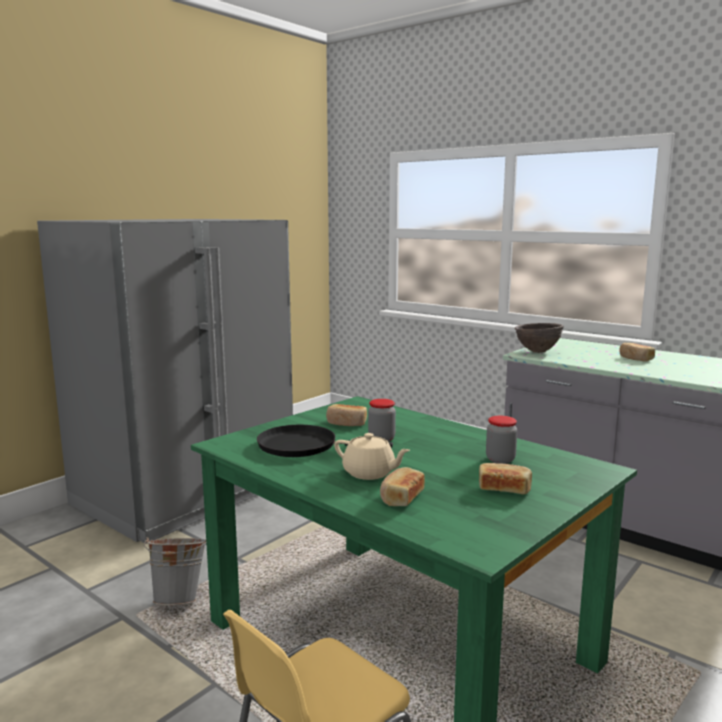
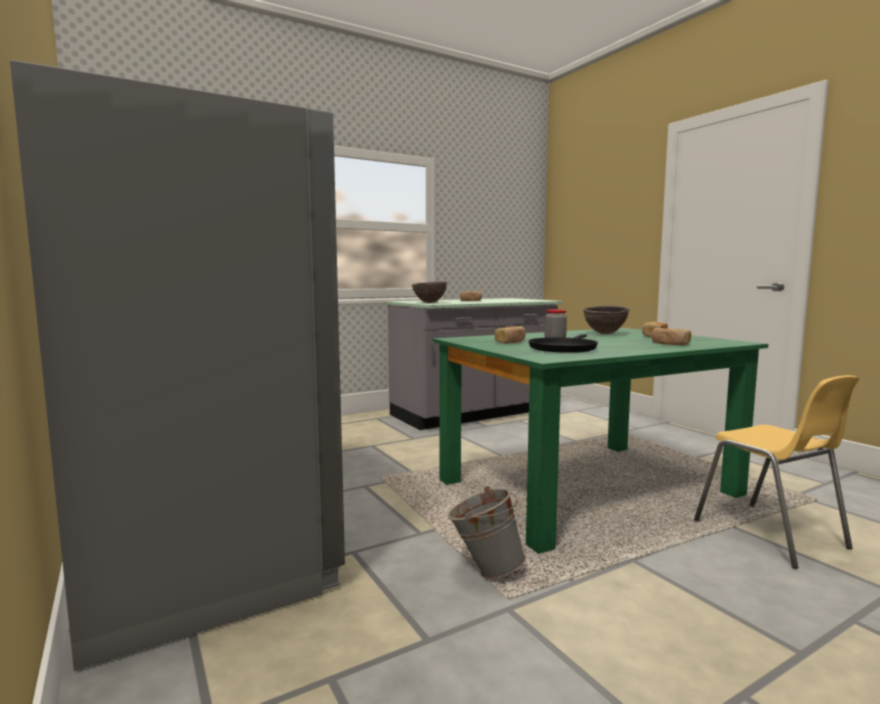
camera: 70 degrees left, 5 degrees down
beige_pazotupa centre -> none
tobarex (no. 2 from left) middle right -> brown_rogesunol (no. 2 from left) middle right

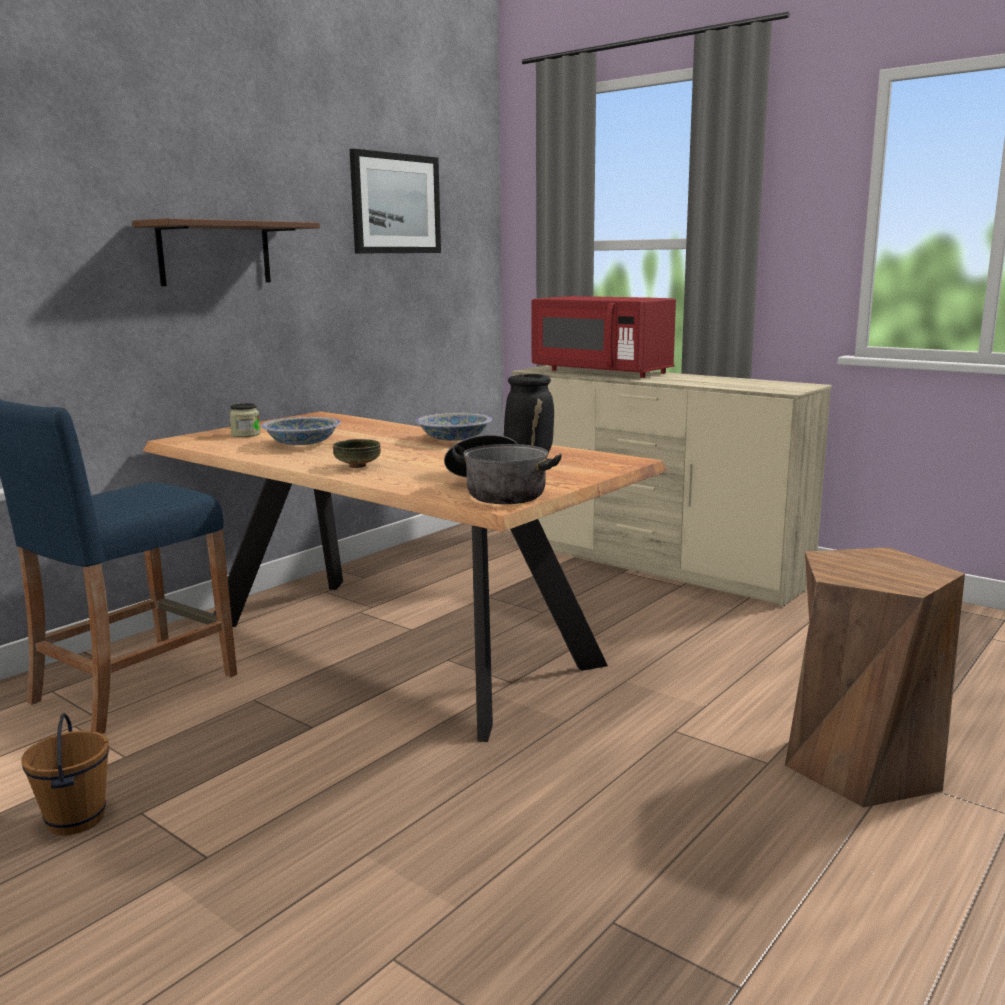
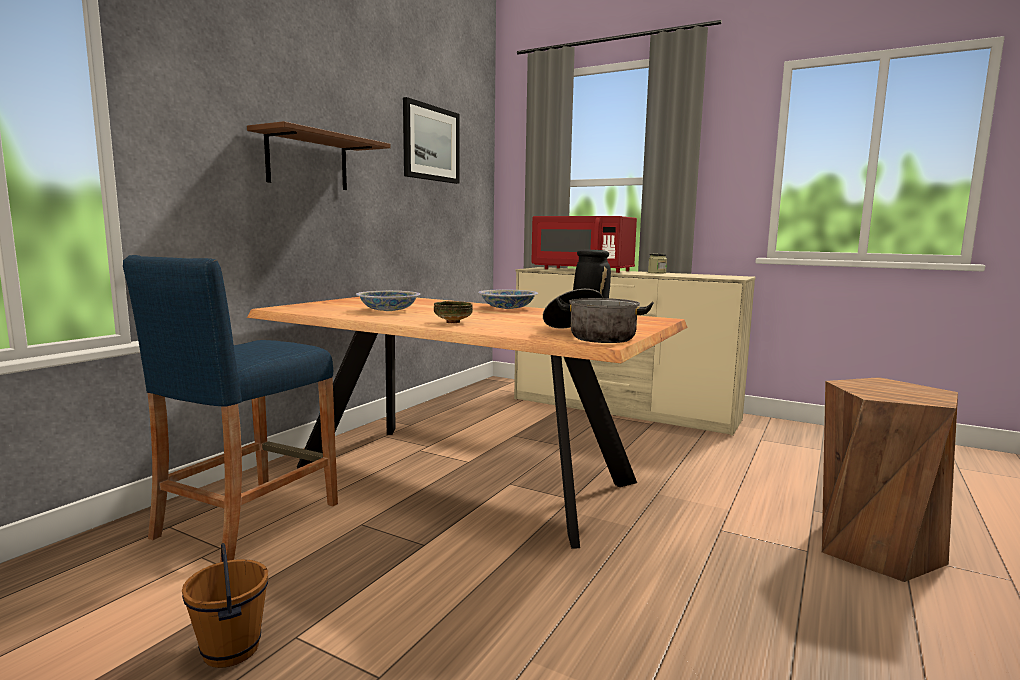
camera: 10 degrees left, 5 degrees down
tobarex middle left -> tobarex centre, shifted

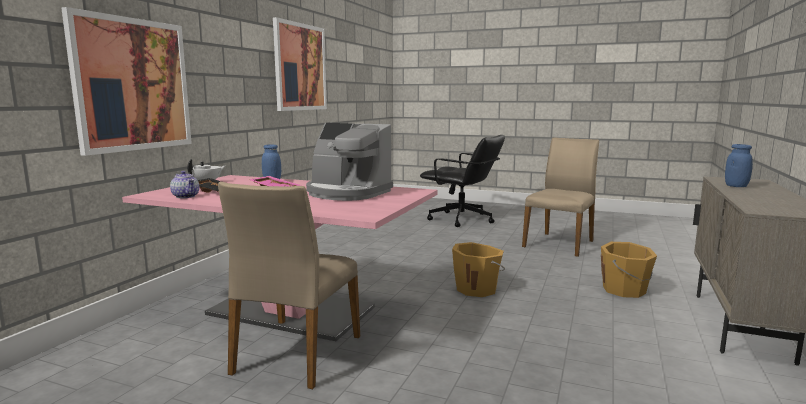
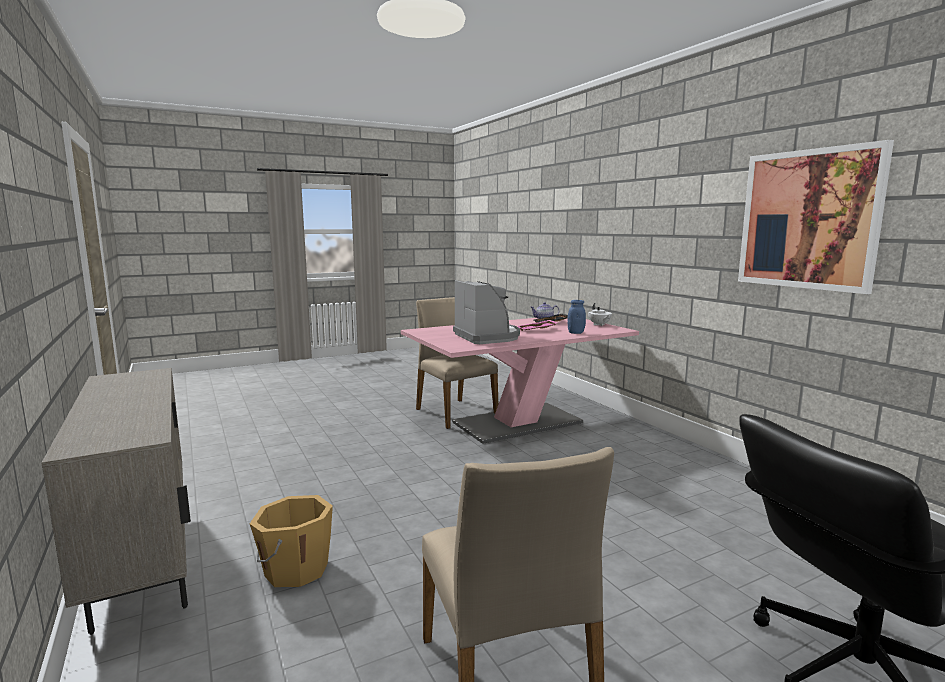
camera: 130 degrees right, 0 degrees up
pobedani (no. 1 from left) top left -> none
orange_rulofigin (no. 1 from left) centre -> none
blue_tobarex (no. 2 from left) middle right -> none
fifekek centre, 90 degrees clockwise

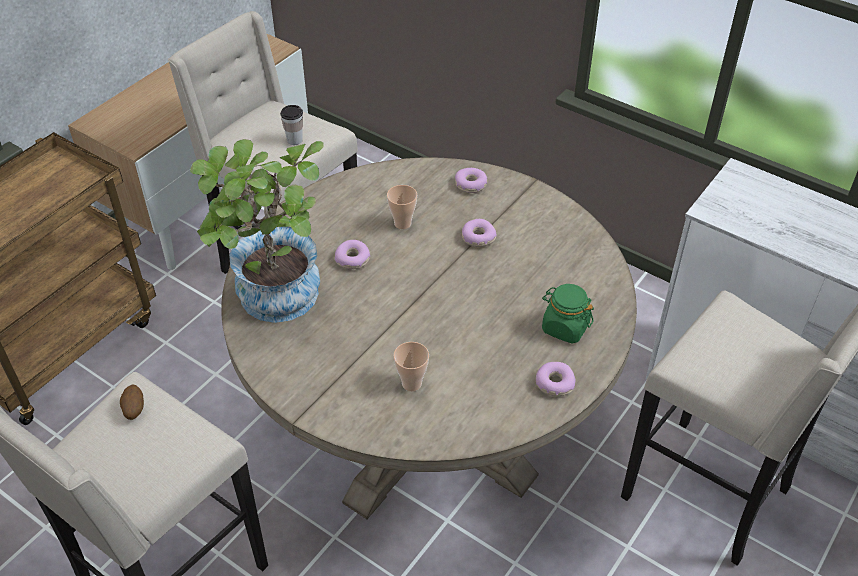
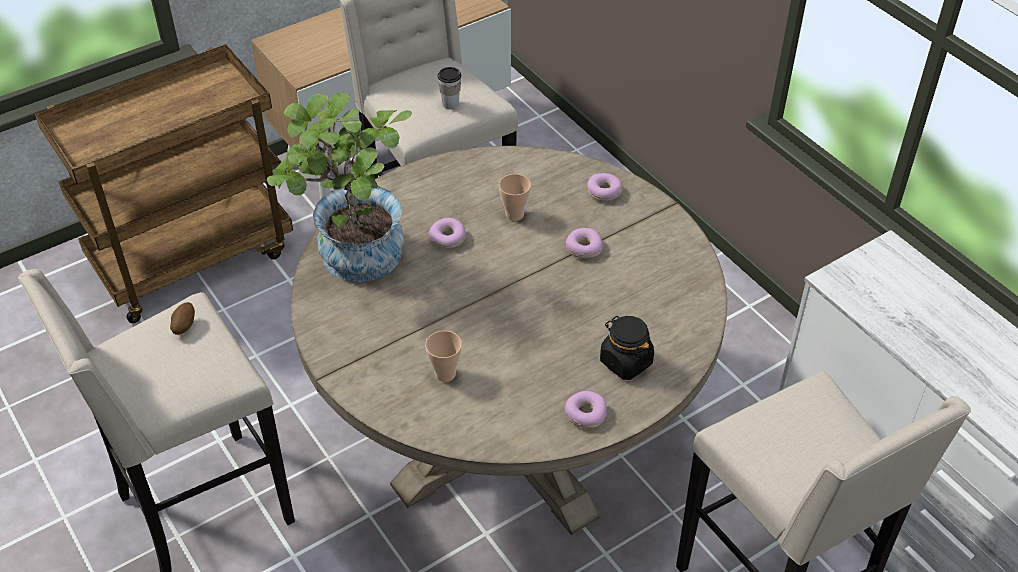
camera: 20 degrees right, 0 degrees up
green_tobarex centre -> black_tobarex centre

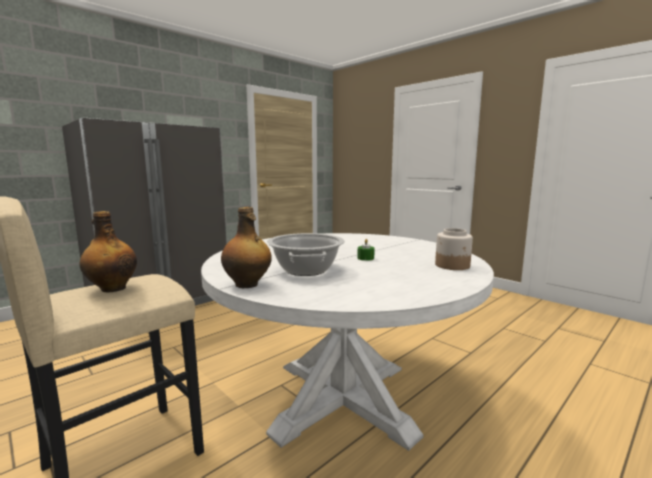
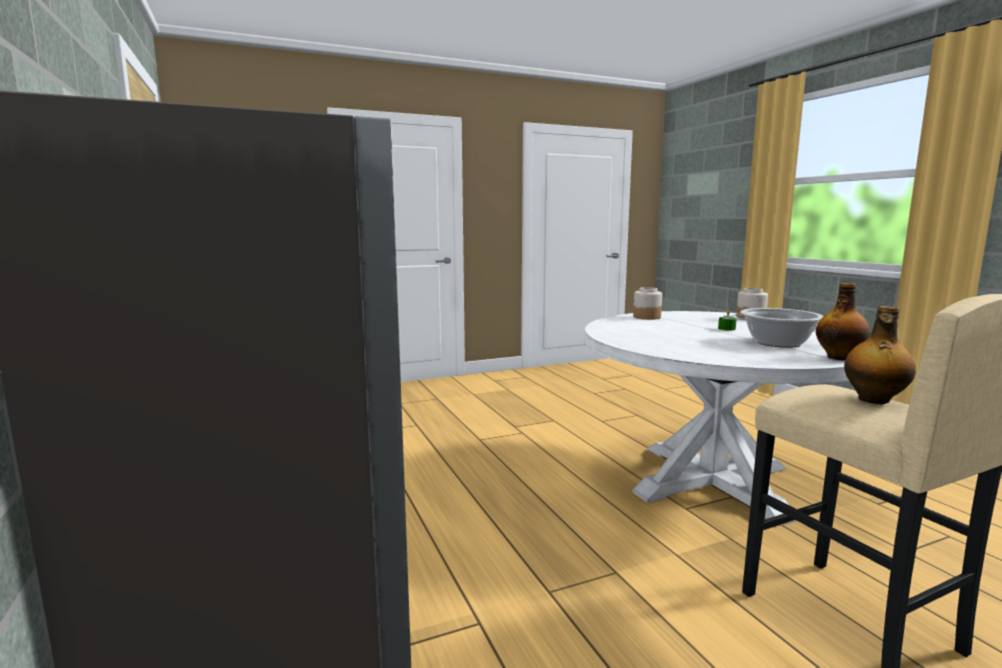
camera: 70 degrees left, 0 degrees up
none -> tobarex (no. 1 from left) centre

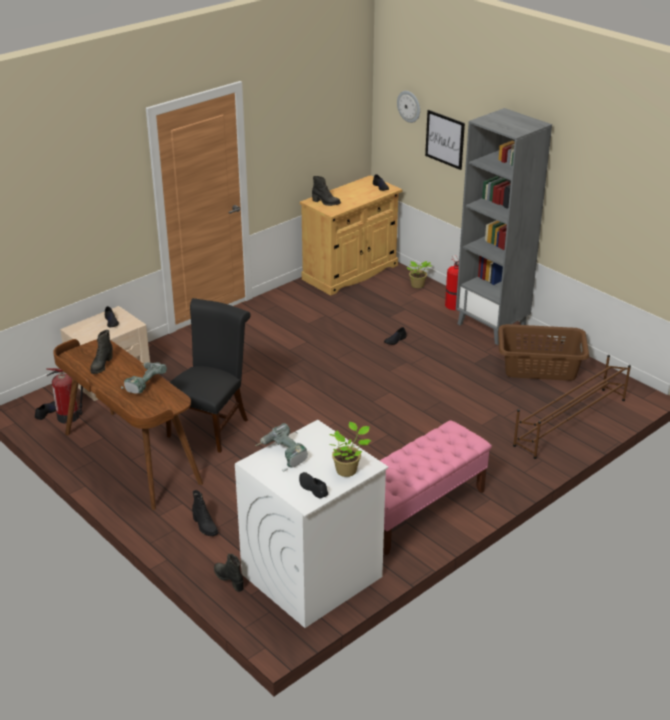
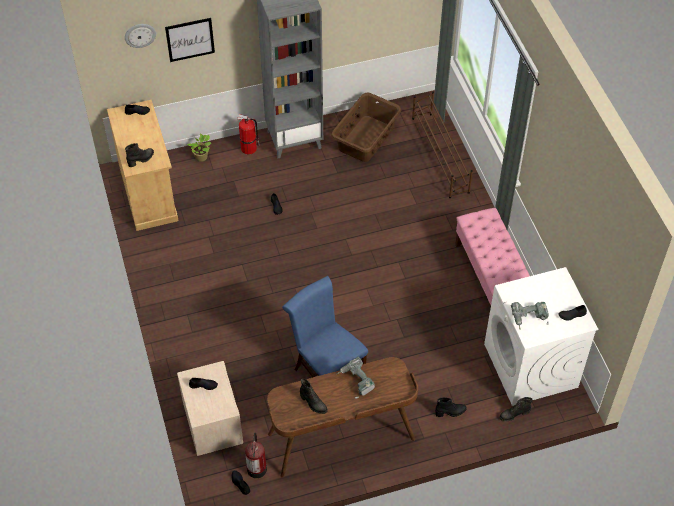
camera: 65 degrees left, 20 degrees up
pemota (no. 1 from left) centre -> none
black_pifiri middle left -> blue_pifiri centre

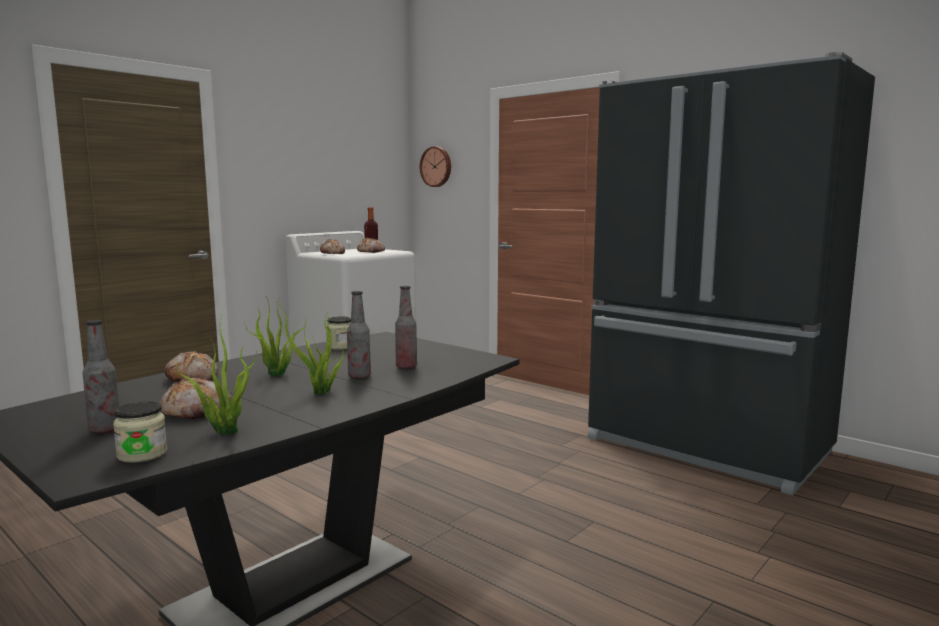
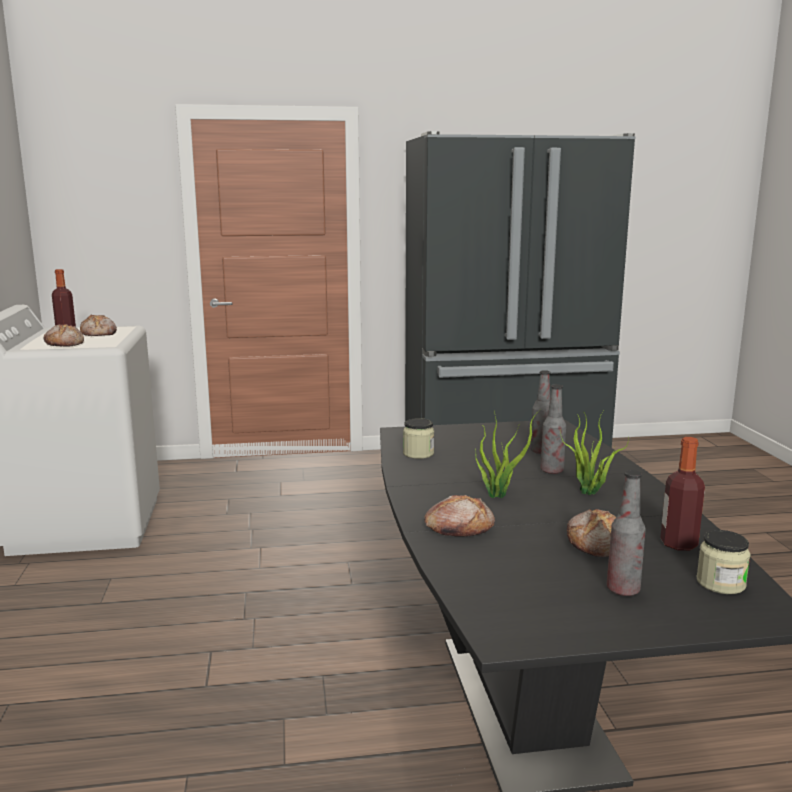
camera: 50 degrees left, 5 degrees up
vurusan top centre -> none
pemota (no. 1 from left) middle left -> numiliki (no. 5 from left) middle right

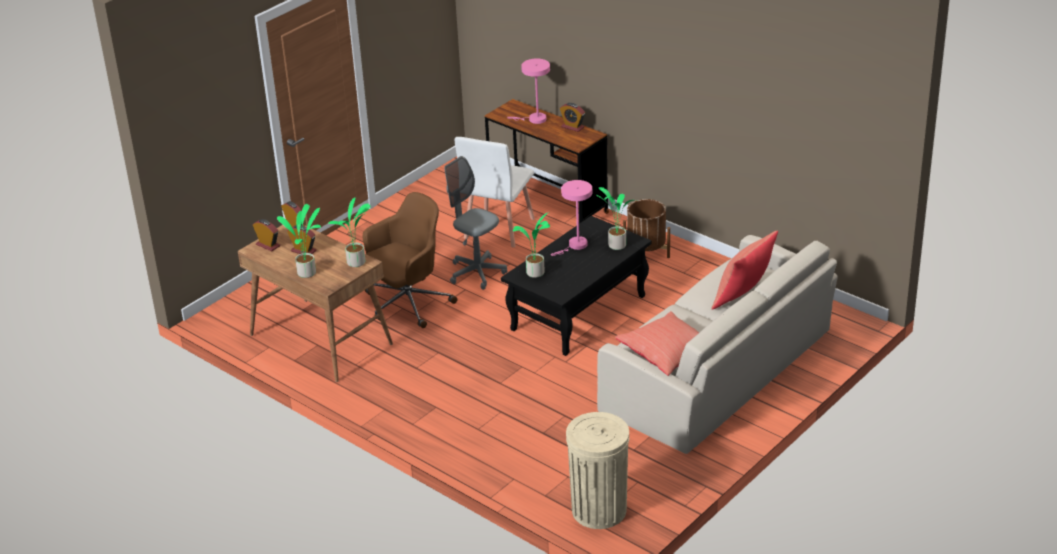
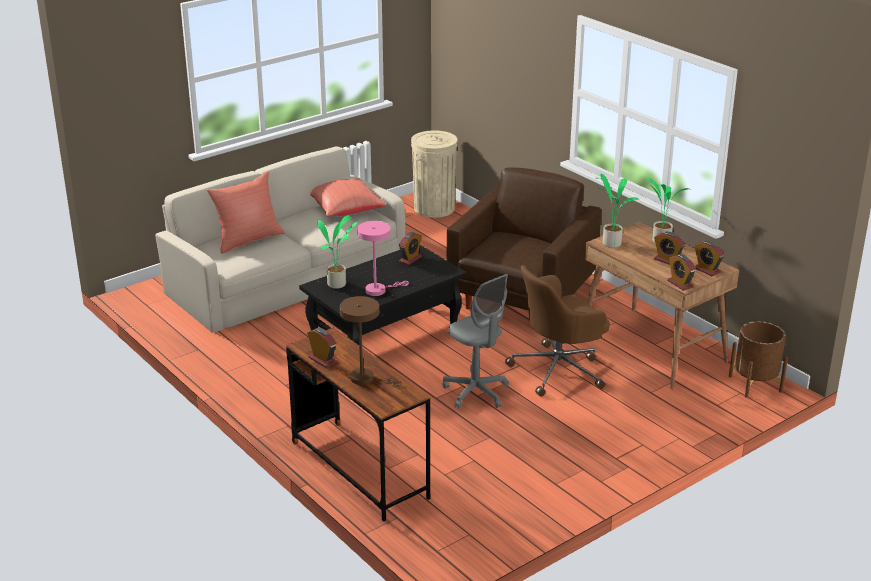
camera: 170 degrees left, 5 degrees down
white_pifiri centre -> none
pemota (no. 3 from left) centre -> none
none -> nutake (no. 2 from left) centre
none -> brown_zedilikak centre
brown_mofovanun centre -> brown_mofovanun middle right, shifted
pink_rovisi (no. 1 from left) top centre -> brown_rovisi centre

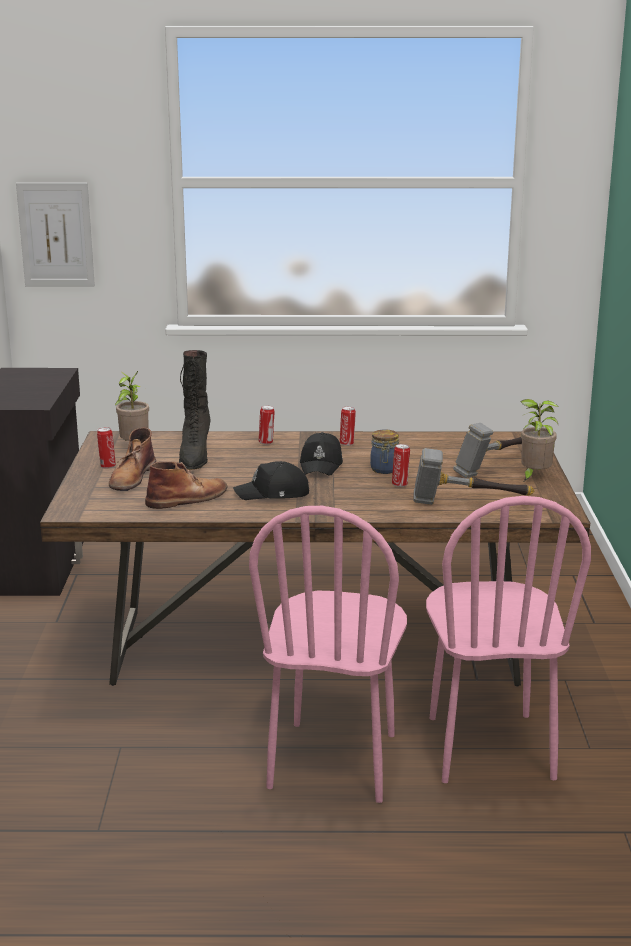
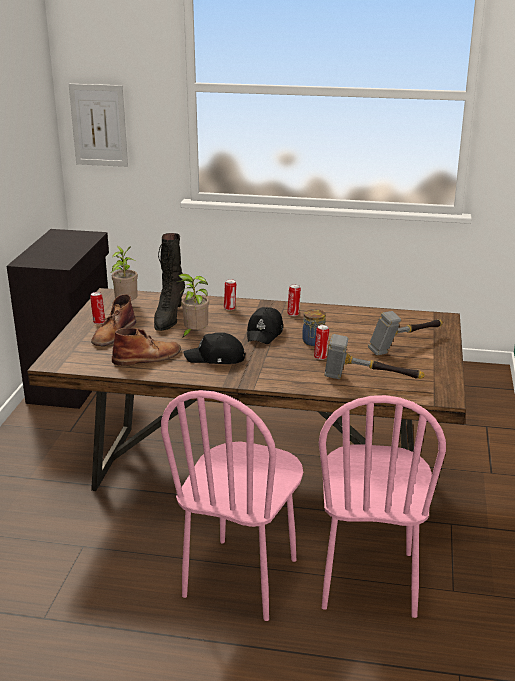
camera: 10 degrees right, 5 degrees up
pemota (no. 2 from left) middle right -> pemota (no. 2 from left) centre, shifted

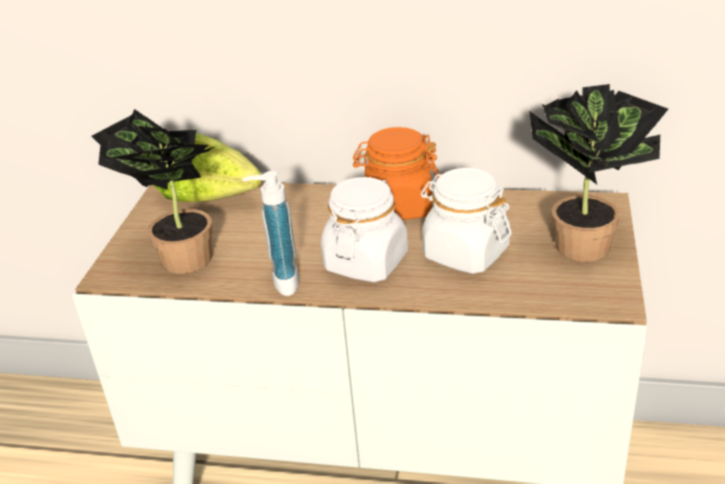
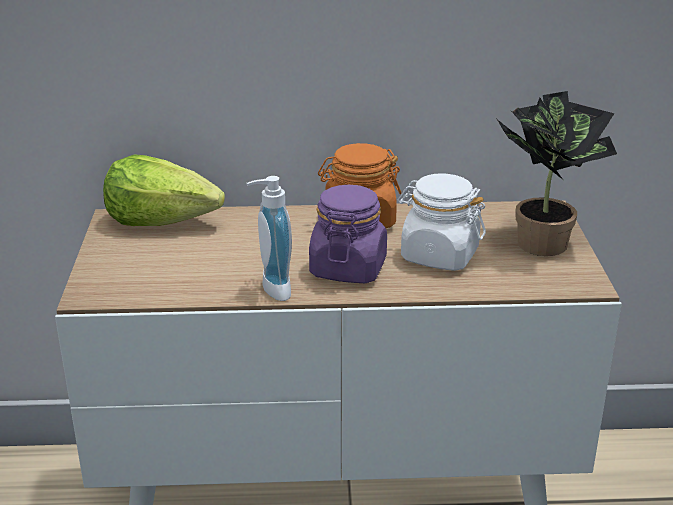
camera: 15 degrees left, 5 degrees down
pemota (no. 1 from left) middle left -> none
white_tobarex (no. 1 from left) centre -> purple_tobarex centre

